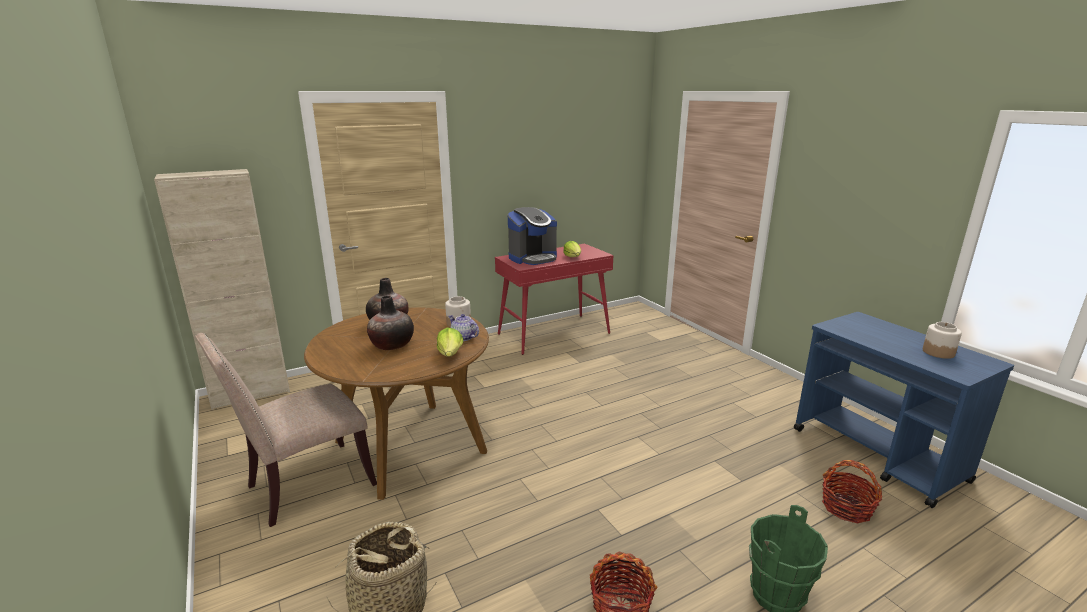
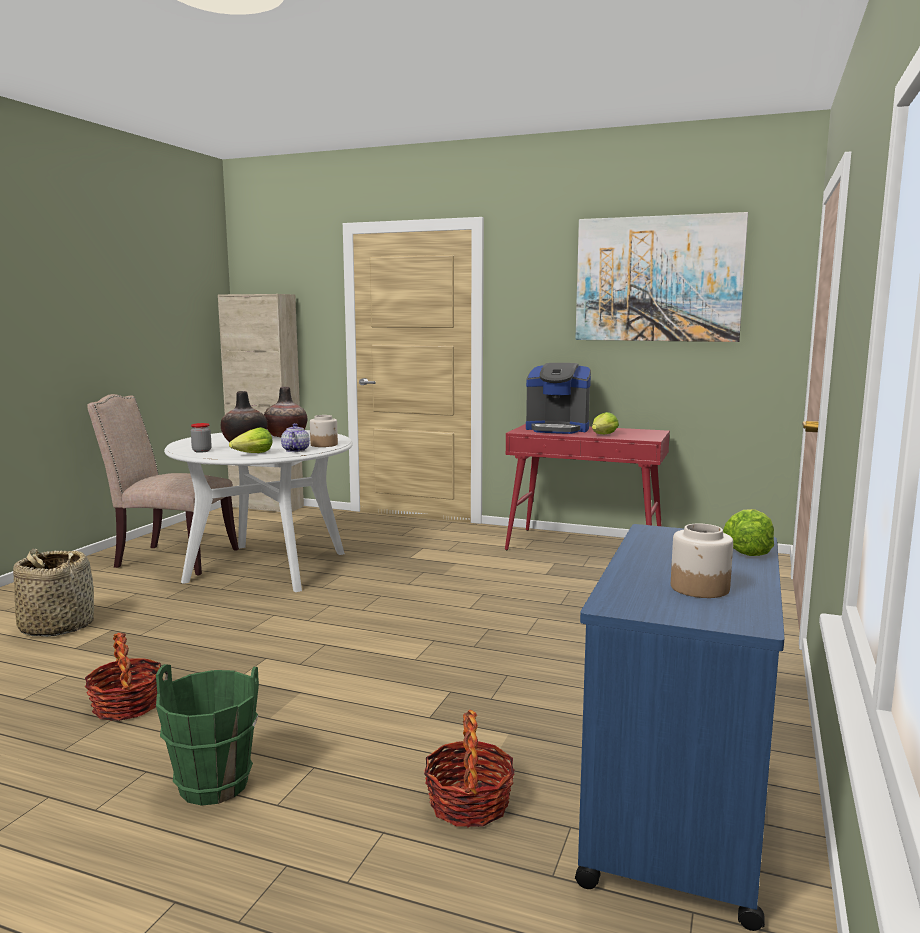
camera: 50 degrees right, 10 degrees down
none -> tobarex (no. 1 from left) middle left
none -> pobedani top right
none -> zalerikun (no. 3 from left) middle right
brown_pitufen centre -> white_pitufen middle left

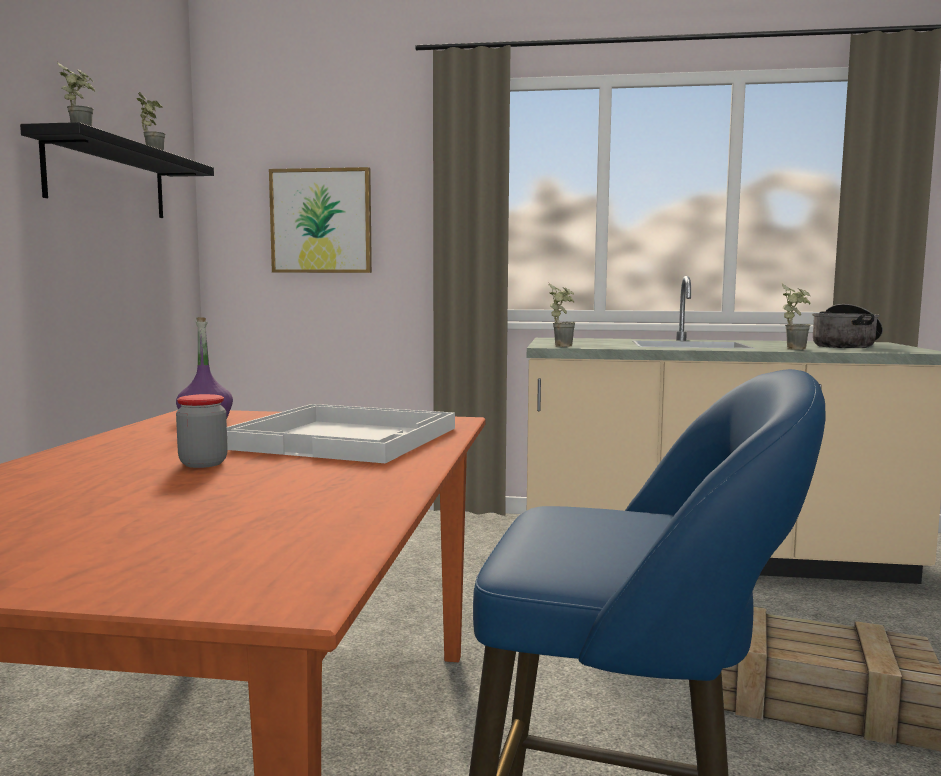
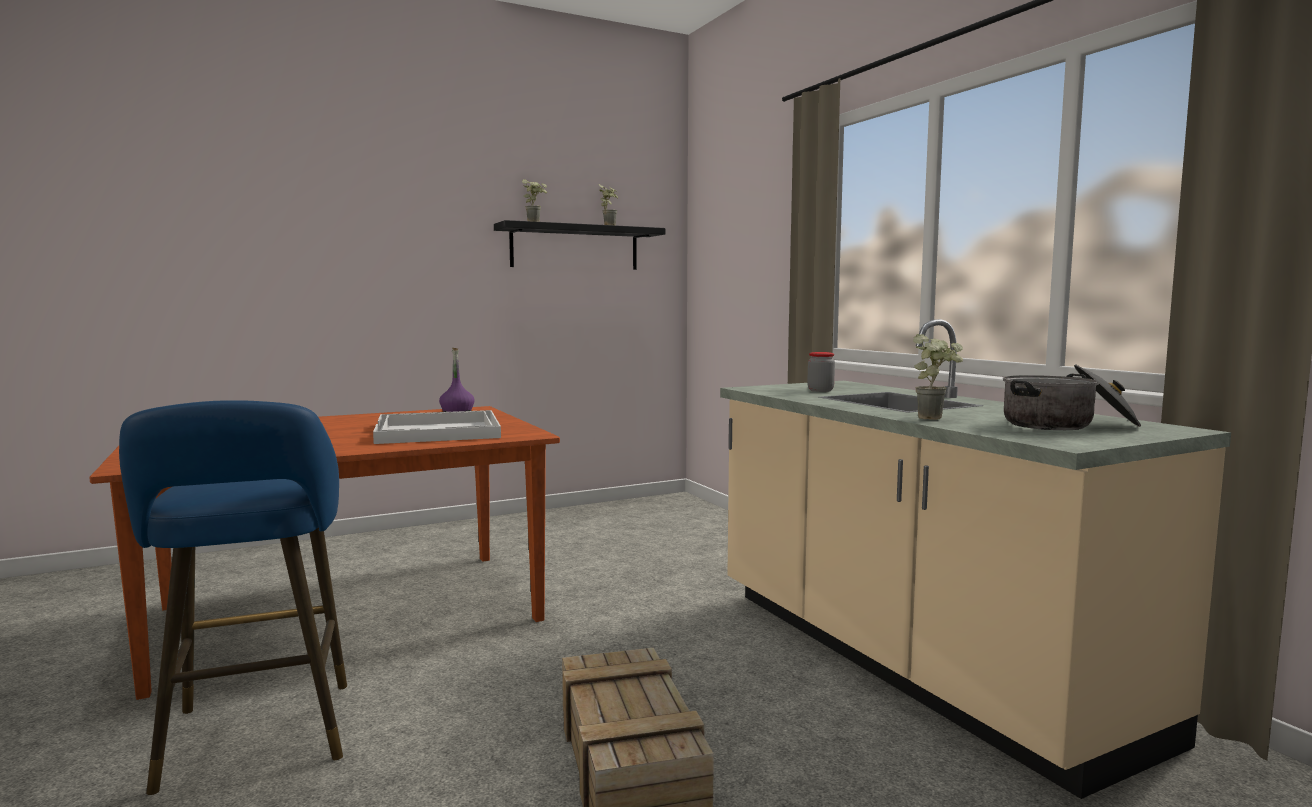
camera: 55 degrees right, 0 degrees up
pobedani top centre -> none
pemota (no. 3 from left) centre -> none
tobarex middle left -> tobarex centre, shifted

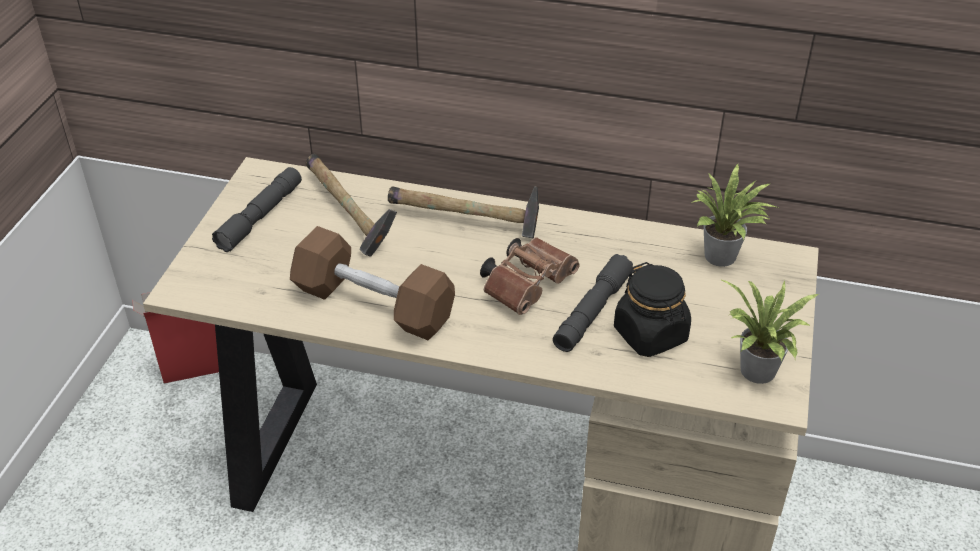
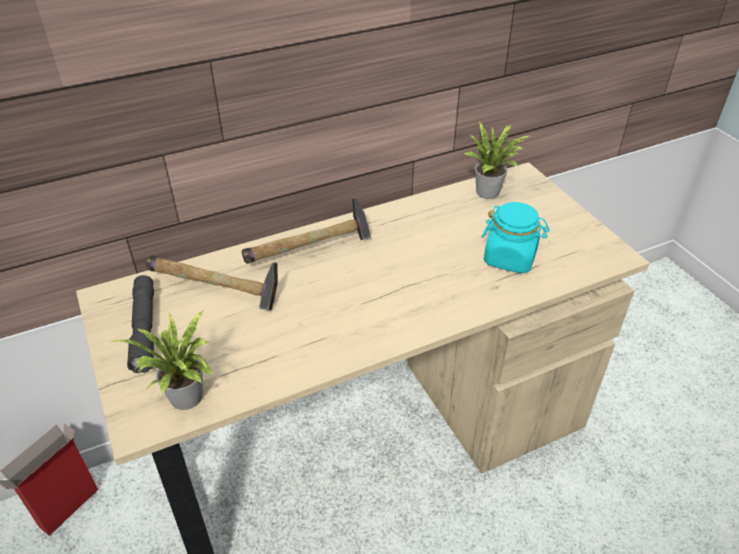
camera: 40 degrees left, 0 degrees up
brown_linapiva centre -> none
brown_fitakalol centre -> none
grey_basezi (no. 2 from left) centre -> none
pemota (no. 2 from left in the first image) middle right -> pemota (no. 1 from left) middle left, shifted
black_tobarex centre -> turquoise_tobarex middle right

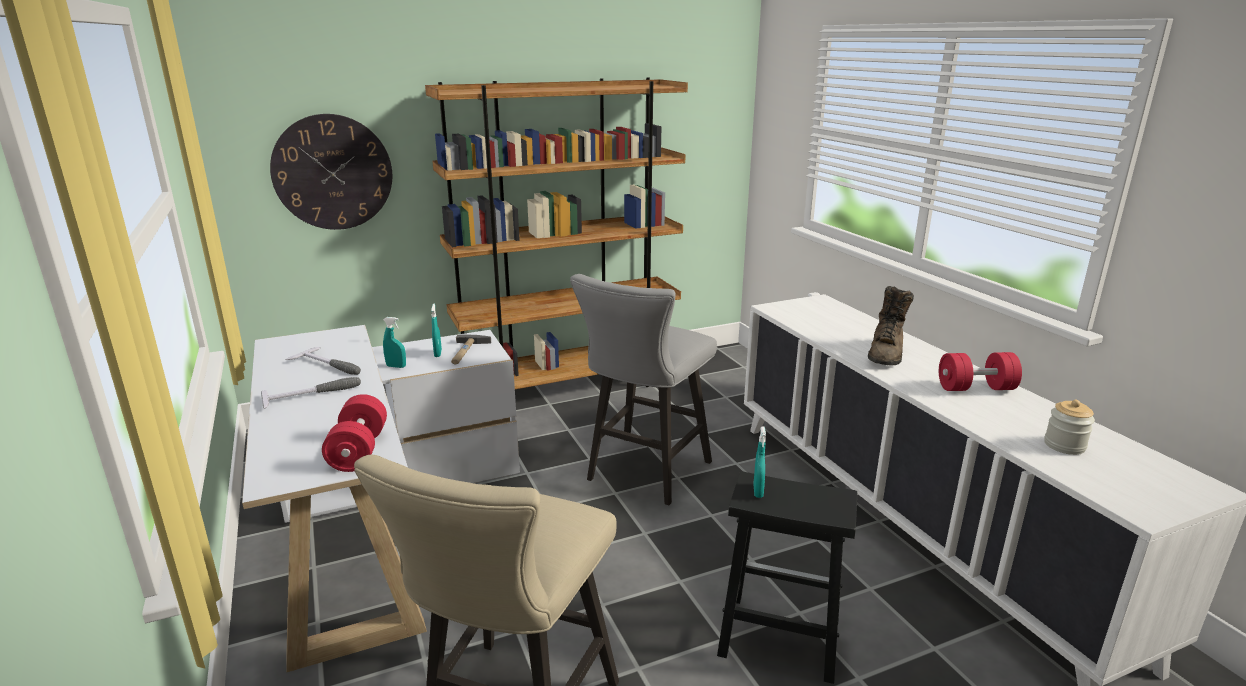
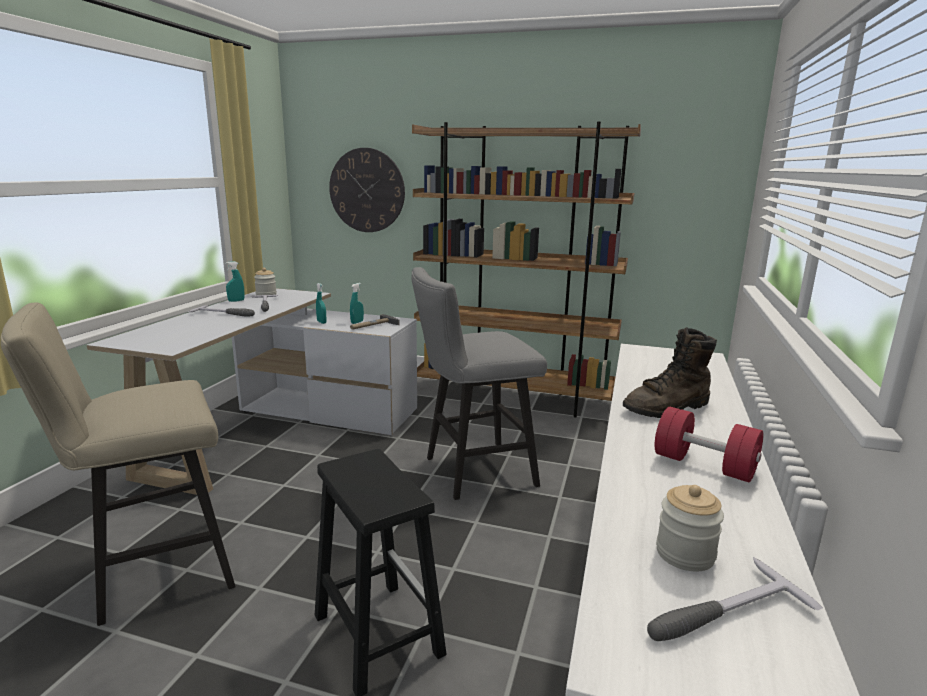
camera: 40 degrees right, 5 degrees down
red_linapiva (no. 1 from left) middle left -> none
none -> tobarex (no. 1 from left) middle left
none -> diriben (no. 4 from left) bottom right
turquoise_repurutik (no. 3 from left in the first image) bottom centre -> turquoise_repurutik (no. 1 from left) middle left, shifted

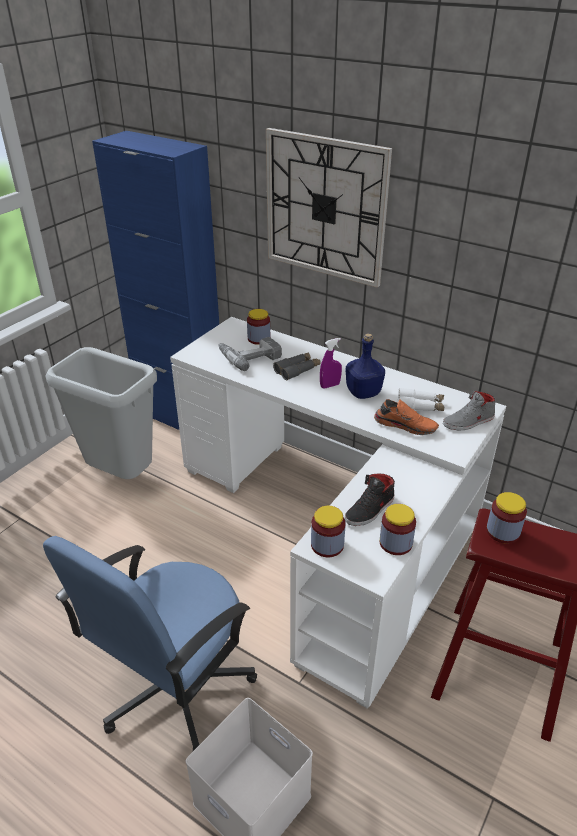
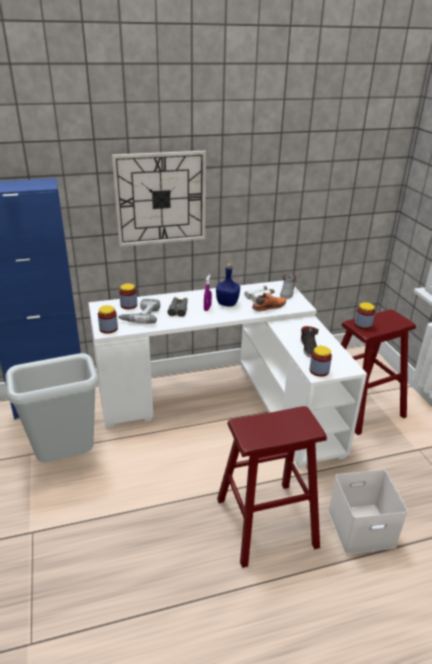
camera: 50 degrees left, 5 degrees down
tobarex (no. 3 from left in the first image) middle right -> tobarex (no. 1 from left) middle left, shifted
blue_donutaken bottom left -> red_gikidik (no. 1 from left) bottom centre

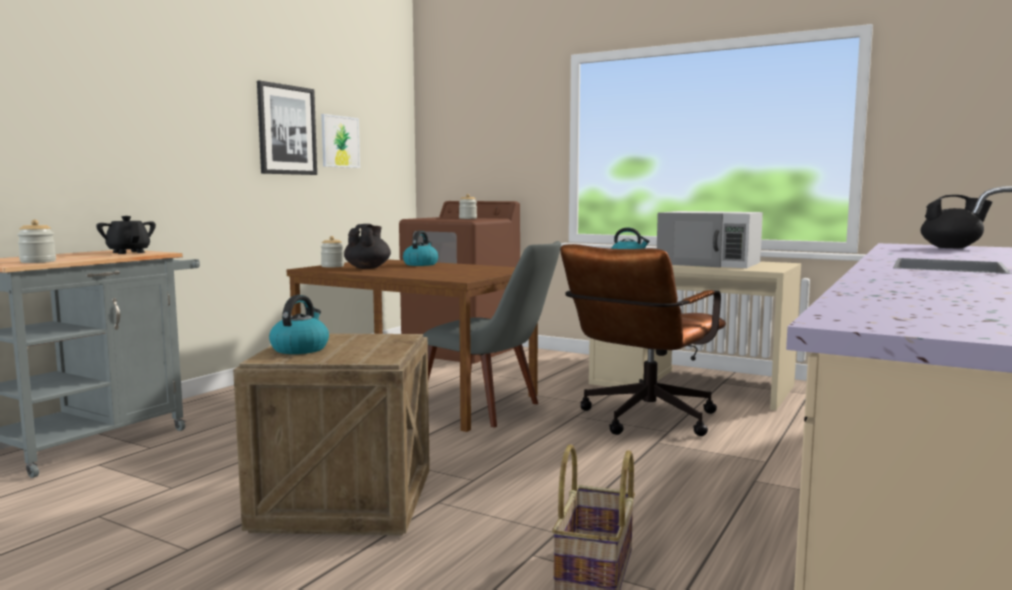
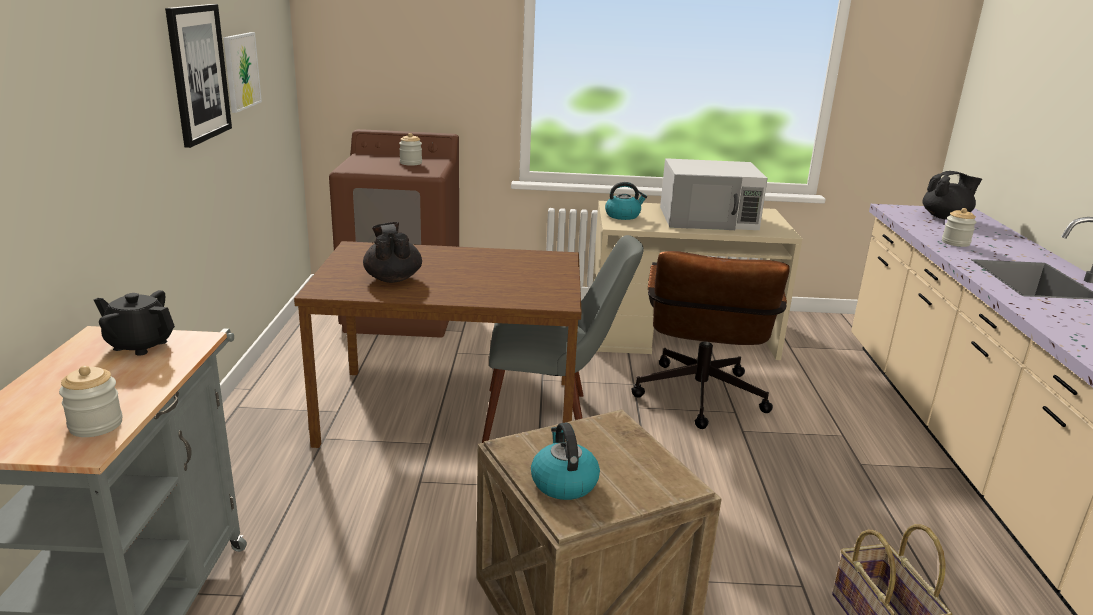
camera: 30 degrees left, 15 degrees up
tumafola (no. 2 from left) centre -> none
tobarex (no. 2 from left in the first image) middle left -> tobarex (no. 3 from left) middle right, shifted

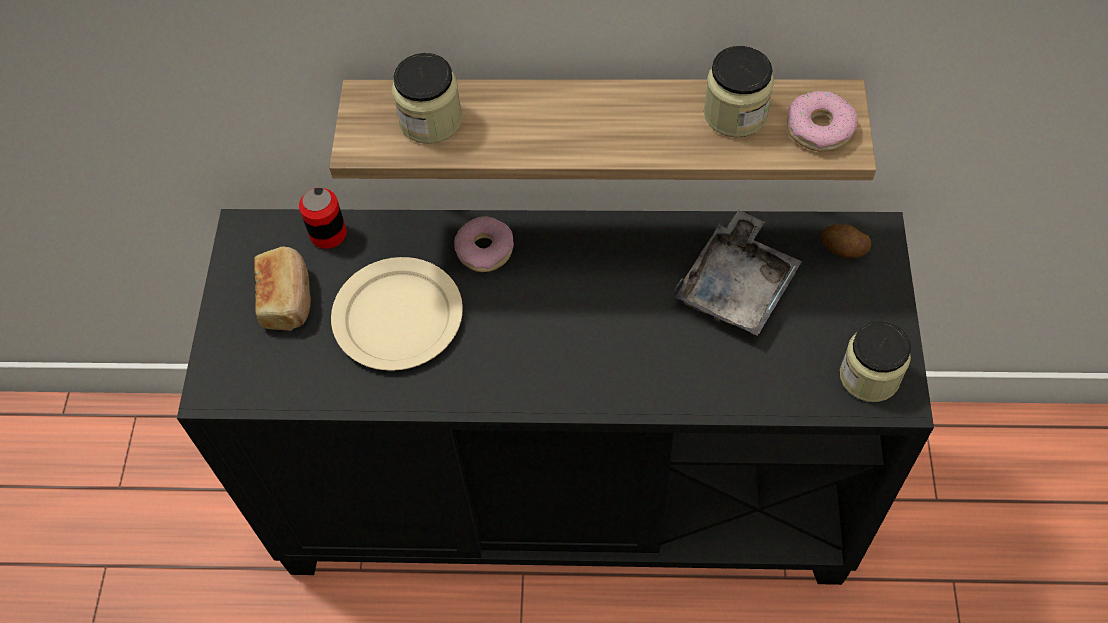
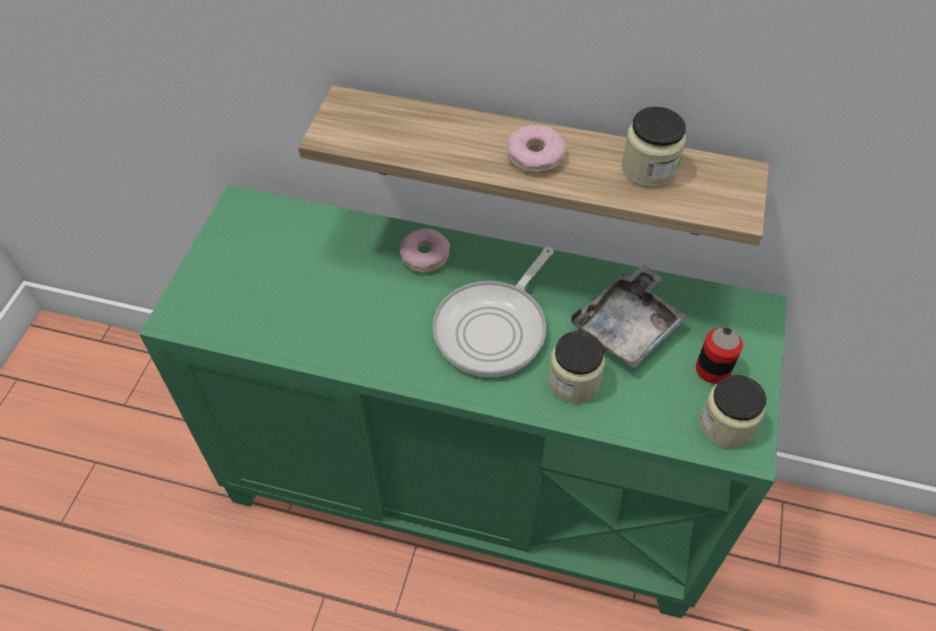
camera: 10 degrees right, 5 degrees down
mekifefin middle left -> none
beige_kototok centre -> none
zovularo middle right -> none
none -> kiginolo centre
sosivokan middle left -> sosivokan middle right, shifted
tobarex (no. 1 from left) top centre -> tobarex (no. 1 from left) centre, shifted
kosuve (no. 2 from left) top right -> kosuve (no. 2 from left) top centre, shifted
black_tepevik centre -> green_tepevik centre

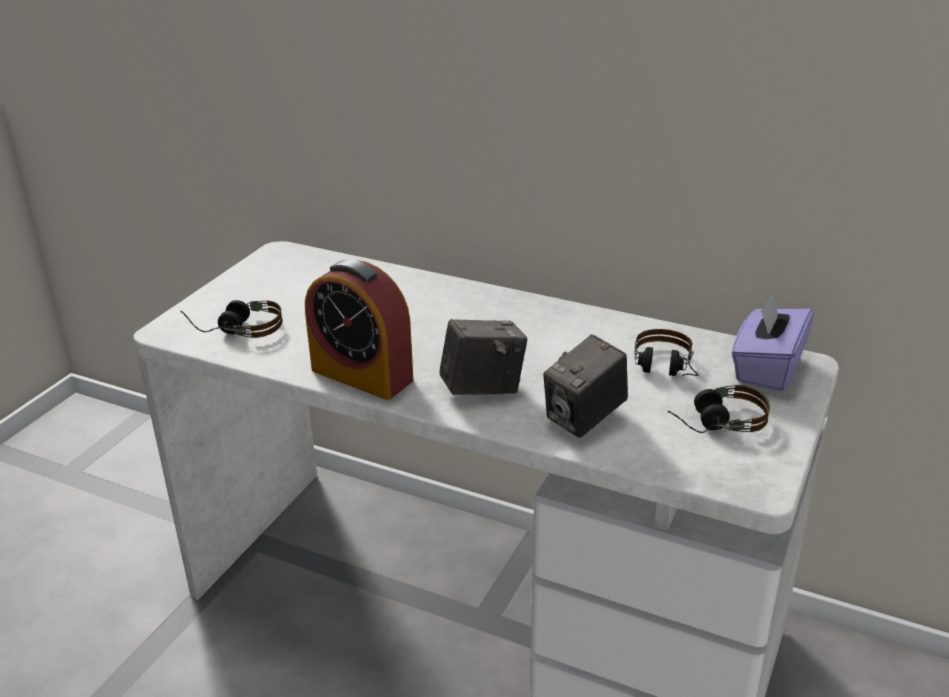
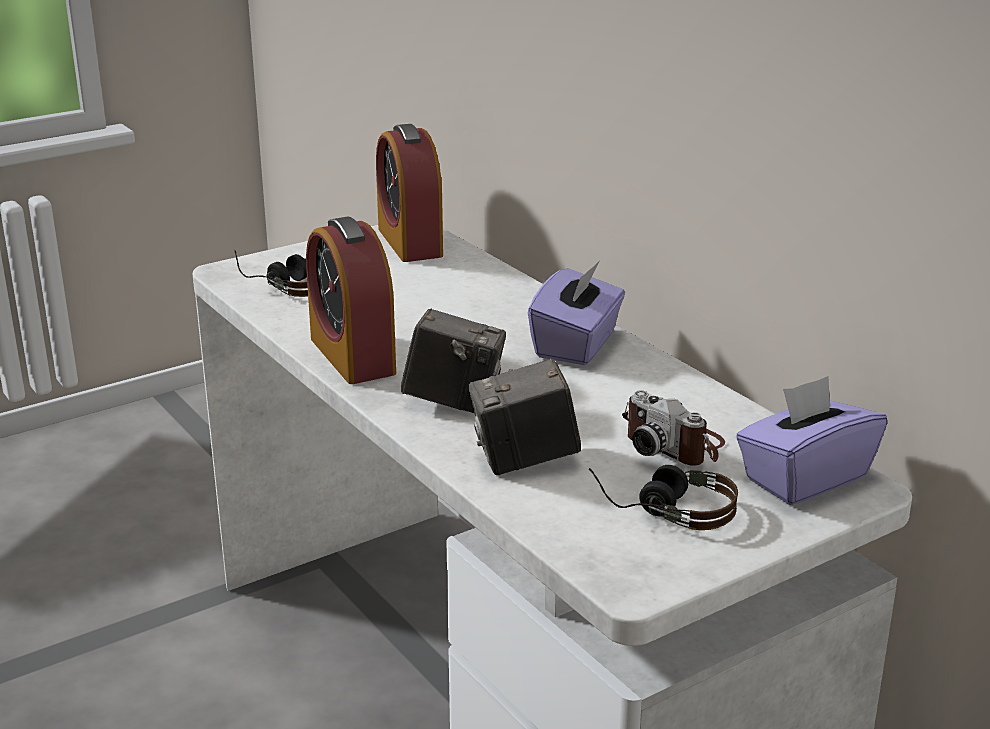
camera: 30 degrees right, 5 degrees down
none -> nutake (no. 2 from left) top centre
none -> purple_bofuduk (no. 1 from left) centre
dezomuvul (no. 2 from left) middle right -> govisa (no. 3 from left) middle right

